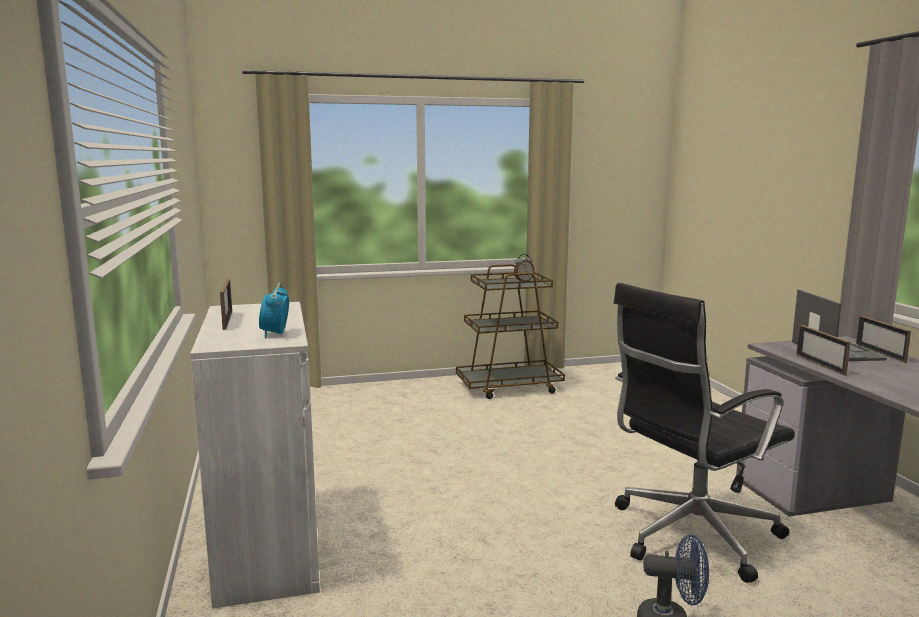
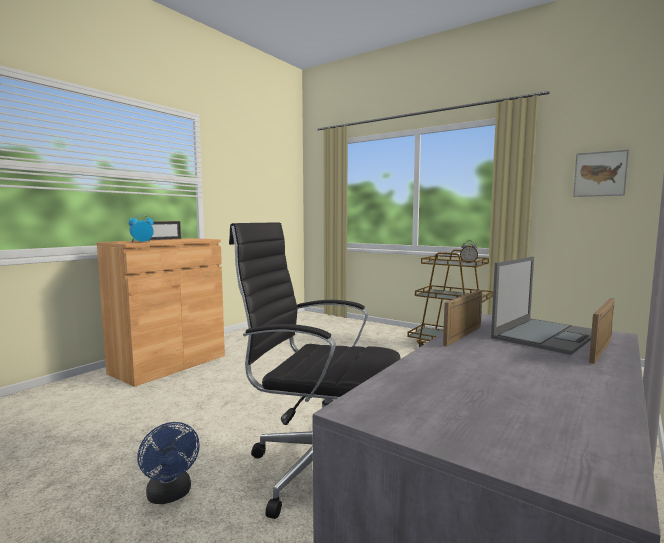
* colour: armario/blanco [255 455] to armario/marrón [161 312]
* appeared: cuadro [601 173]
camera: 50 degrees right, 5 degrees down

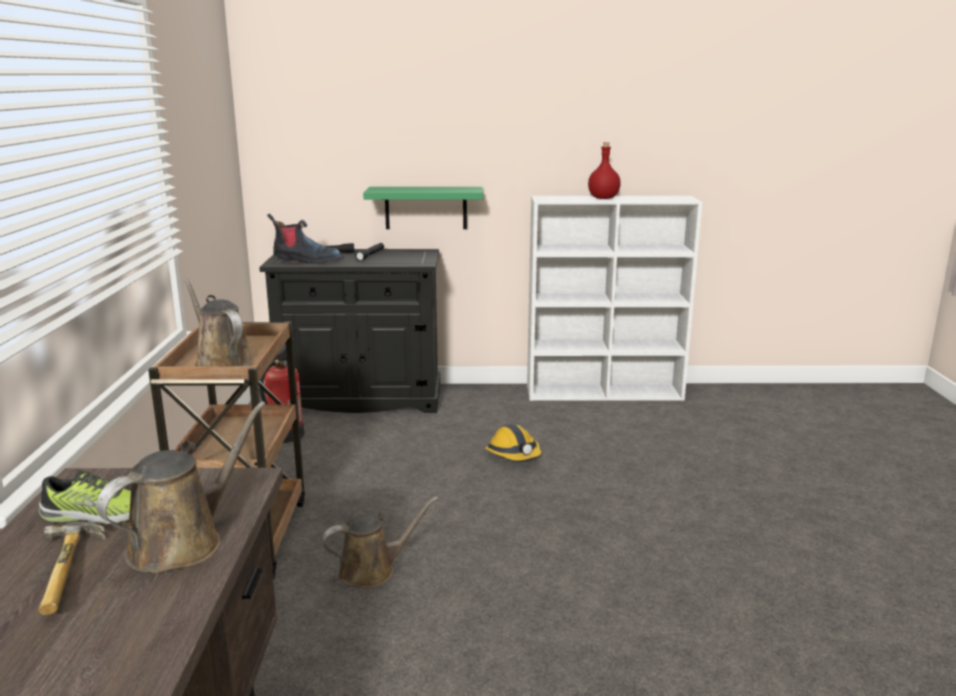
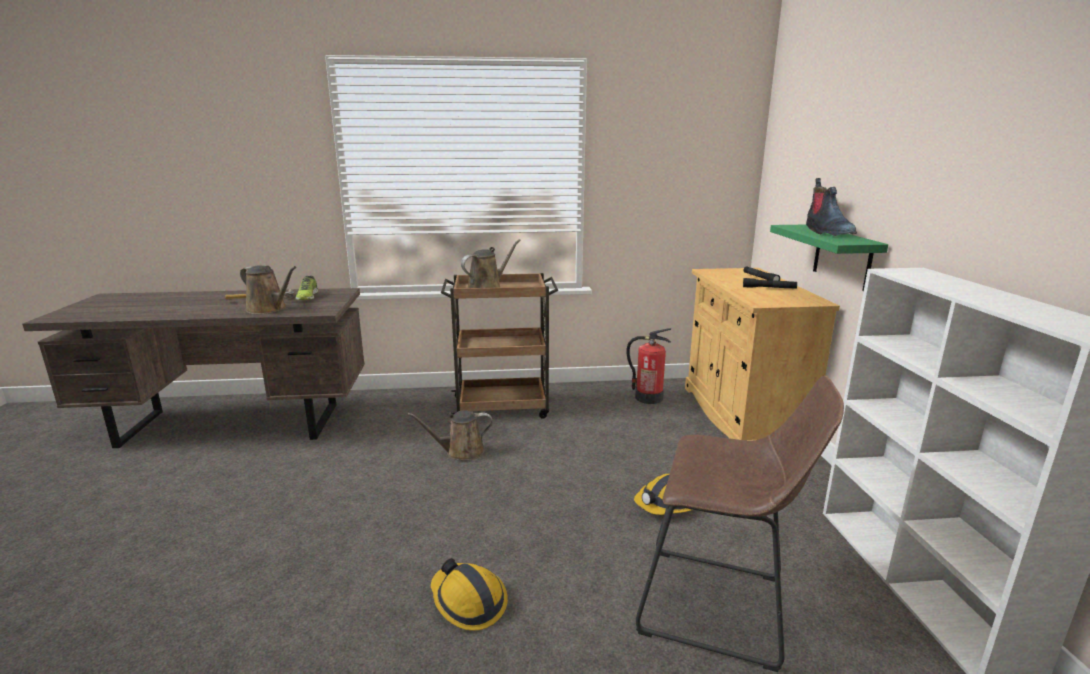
* missing: botella/rojo [604 170]
* relocated: bota [304 239] to [831 207]
* colour: armario/negro [349 331] to armario/beis [762 354]
* spun: regadera/marrón [380 542] = [450 435] 105 degrees clockwise
* appeared: taburete/marrón [740 524]
* appeared: casco [469 594]
camera: 85 degrees right, 0 degrees up

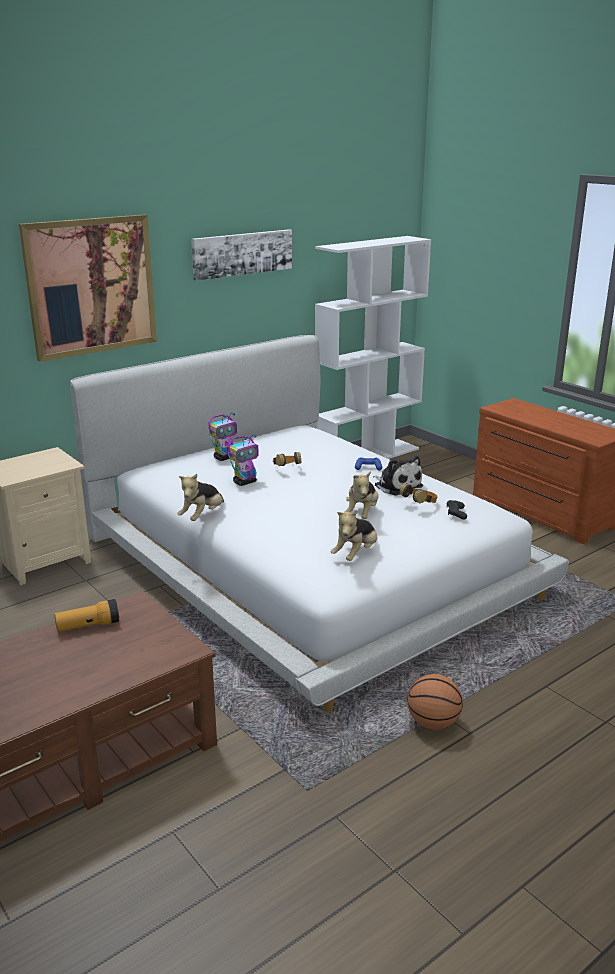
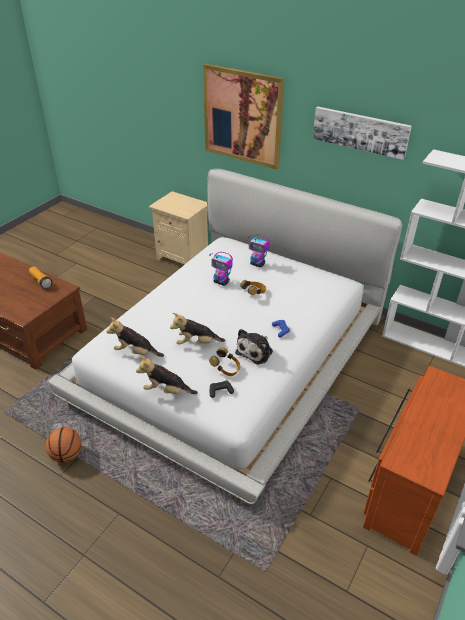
* relocated: peluche [200 497] to [167 375]
camera: 70 degrees right, 15 degrees up

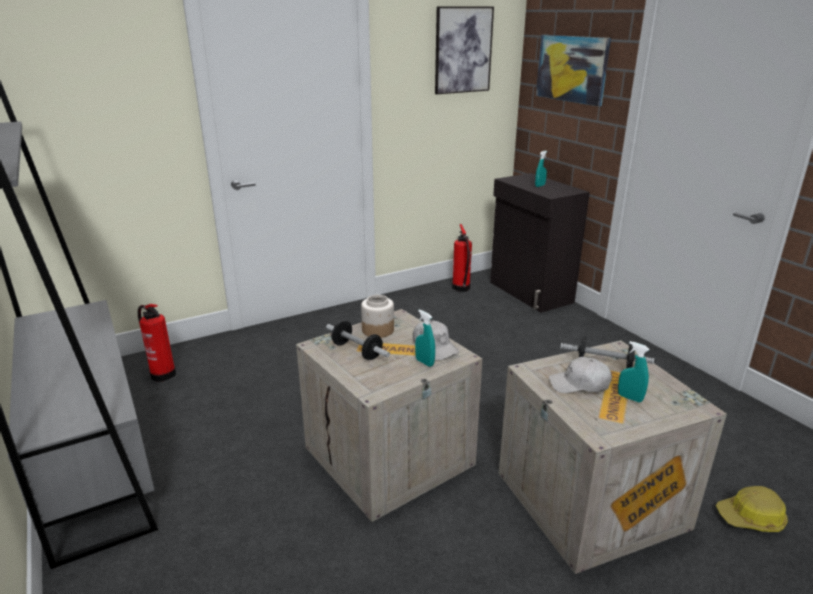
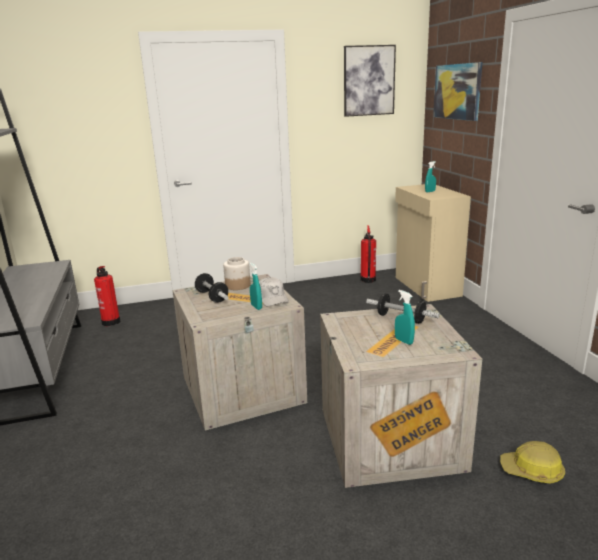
* colour: armario/negro [540 243] to armario/beis [433 243]
* missing: gorra/blanco [580 375]
camera: 15 degrees right, 5 degrees down

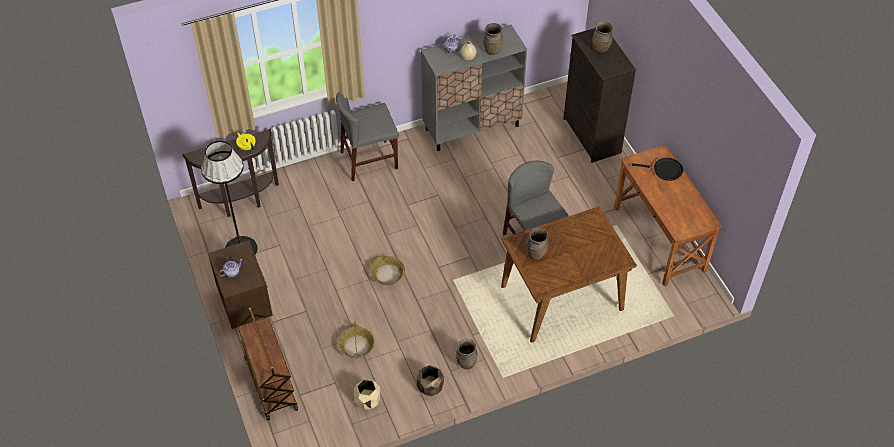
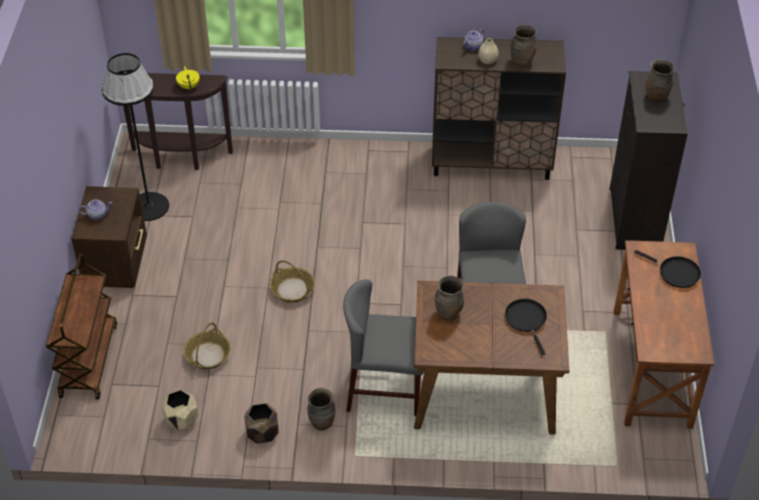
* colour: armario/gris [474 88] to armario/marrón [499 108]
* relocated: silla/gris [367 136] to [383 347]
* appeared: sartén/negro [526 327]
camera: 25 degrees right, 5 degrees down

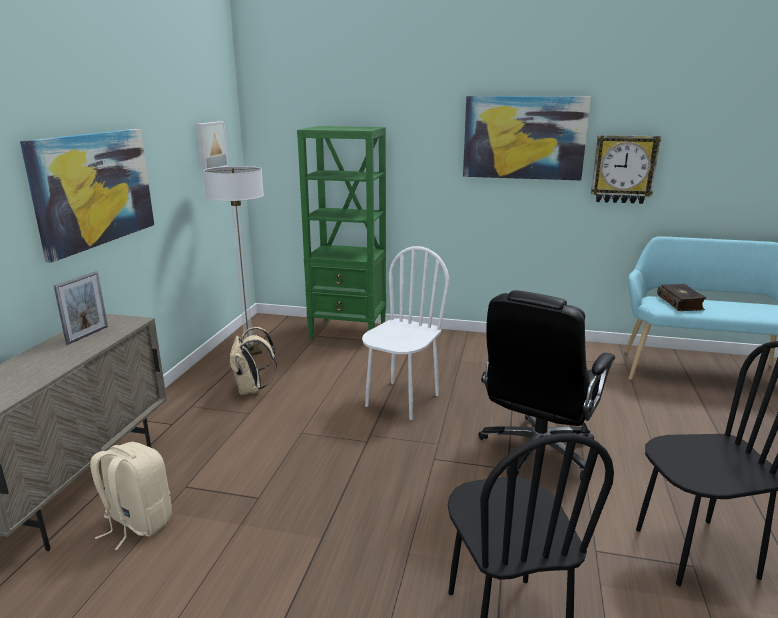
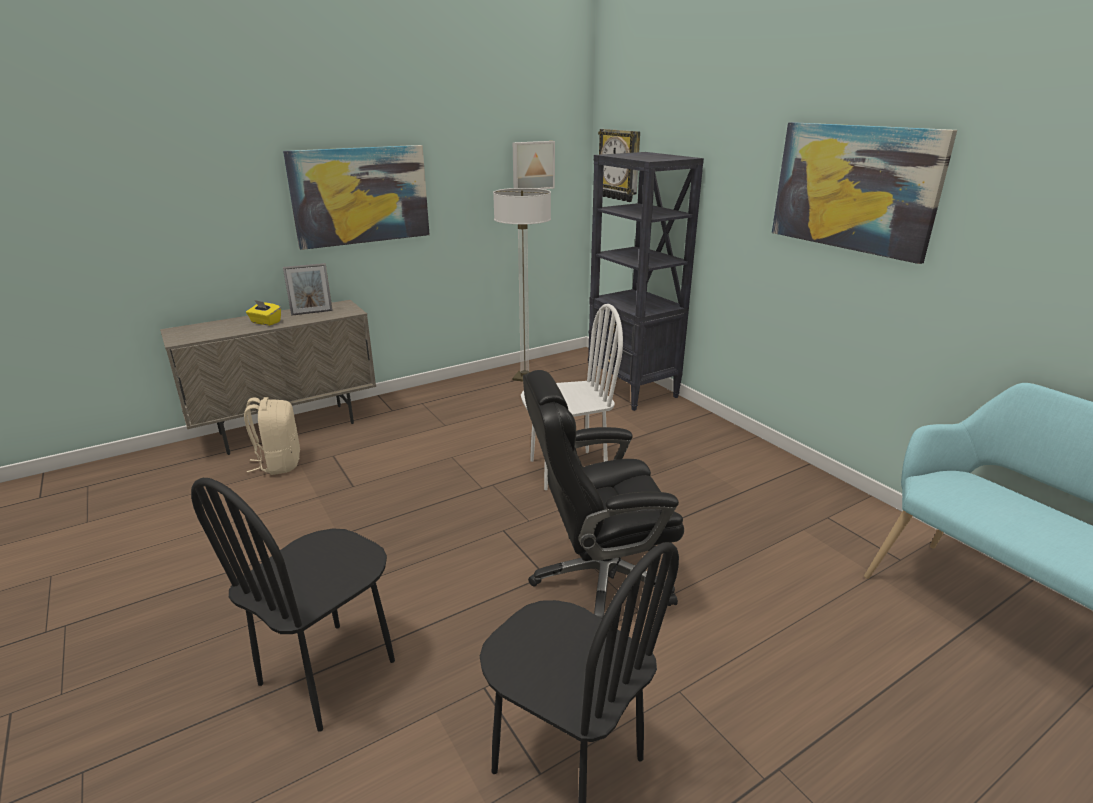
* colour: estantería/verde [341 232] to estantería/negro [646 281]
* relocated: reloj de pared [626 169] to [619 165]
* missing: libro [682 297]
* missing: mochila/beis [253 361]
* appeared: caja de pañuelos/amarillo [263 313]
camera: 45 degrees right, 5 degrees up

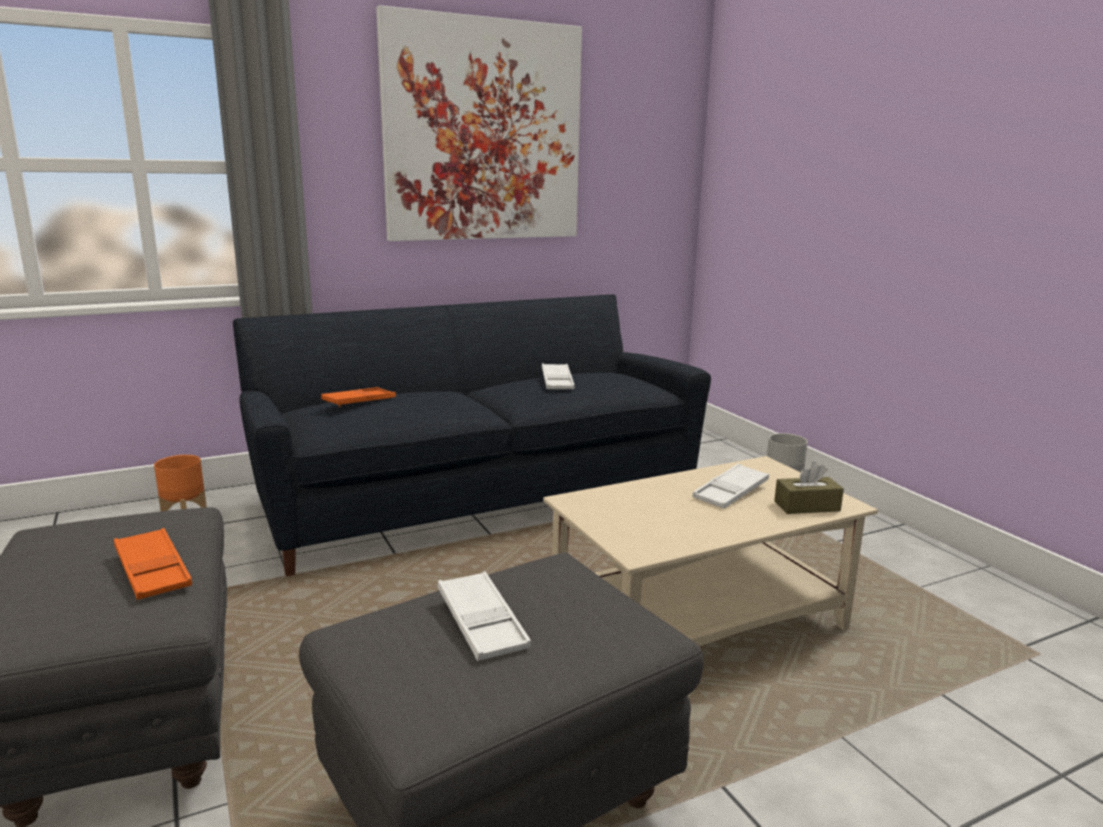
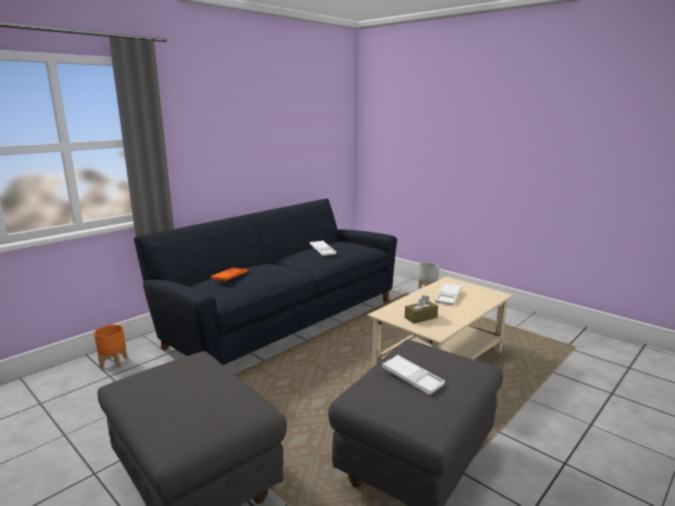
* missing: cuadro [479 123]
* relocated: caja de pañuelos/marrón [809 488] to [421 309]
* missing: bandeja/naranja [153 564]
camera: 20 degrees left, 0 degrees up

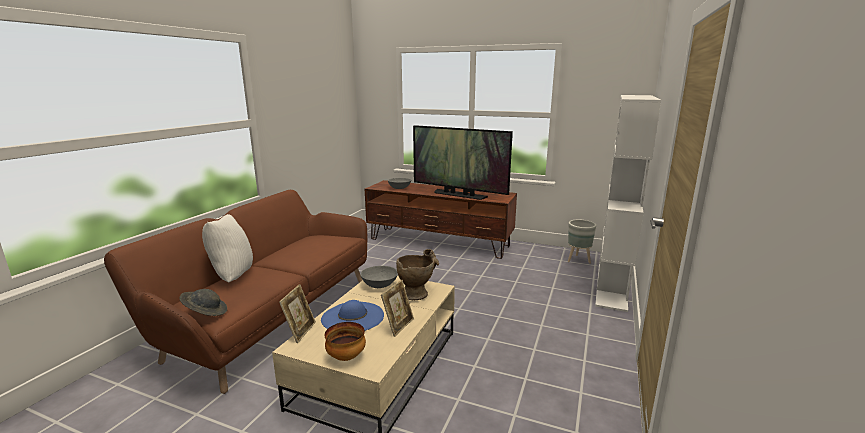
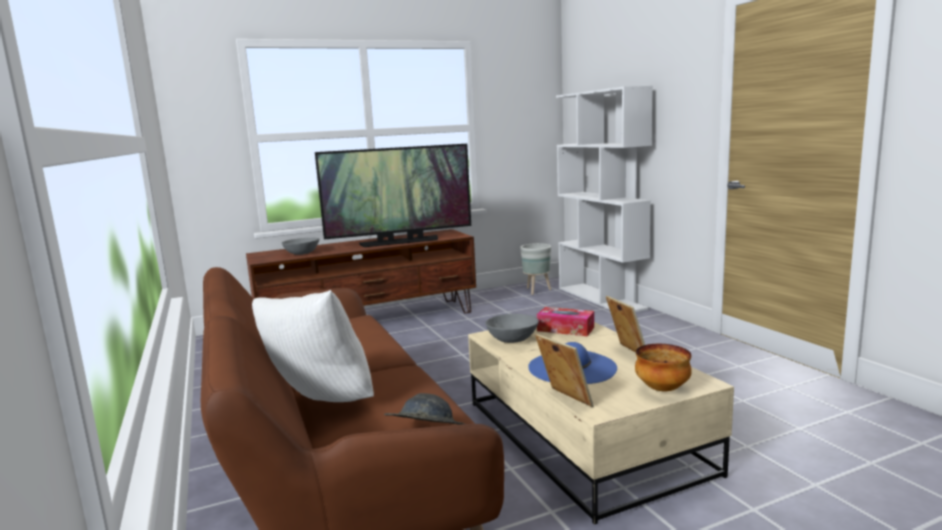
* exchanged: florero/beis [417 274] to caja de pañuelos [565 321]
camera: 45 degrees left, 5 degrees down

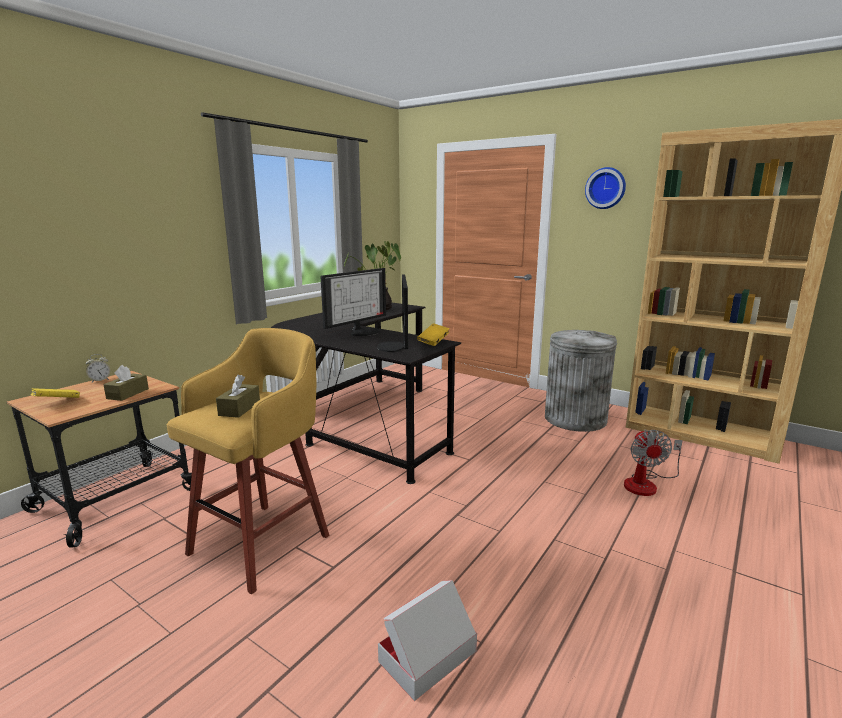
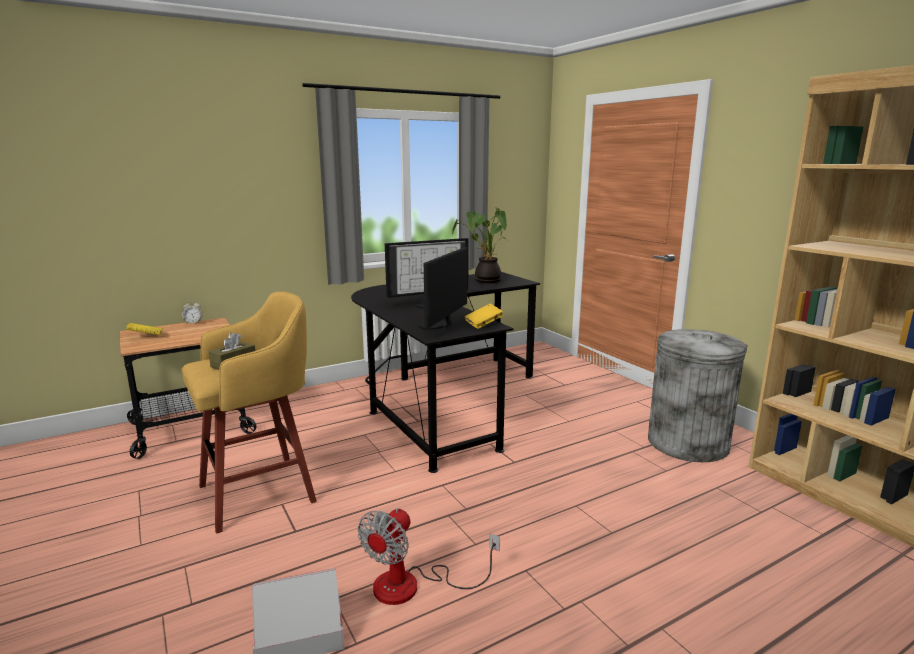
* missing: reloj de pared [605 188]
* missing: caja de pañuelos/marrón [126 383]
* relocated: ventilador [653 462] to [429 556]
camera: 25 degrees right, 0 degrees up

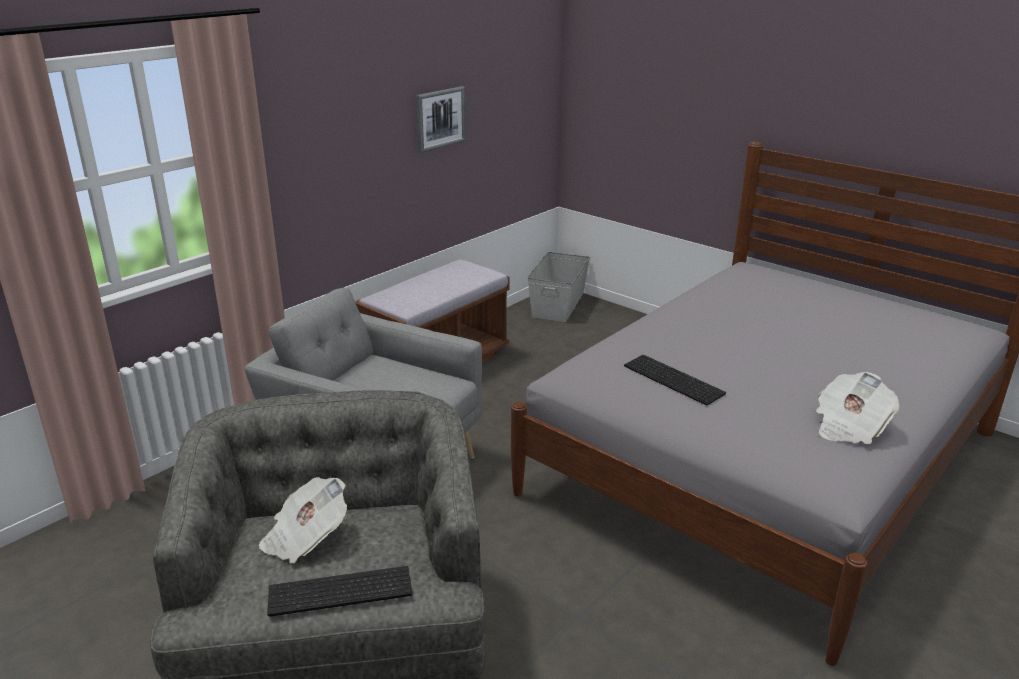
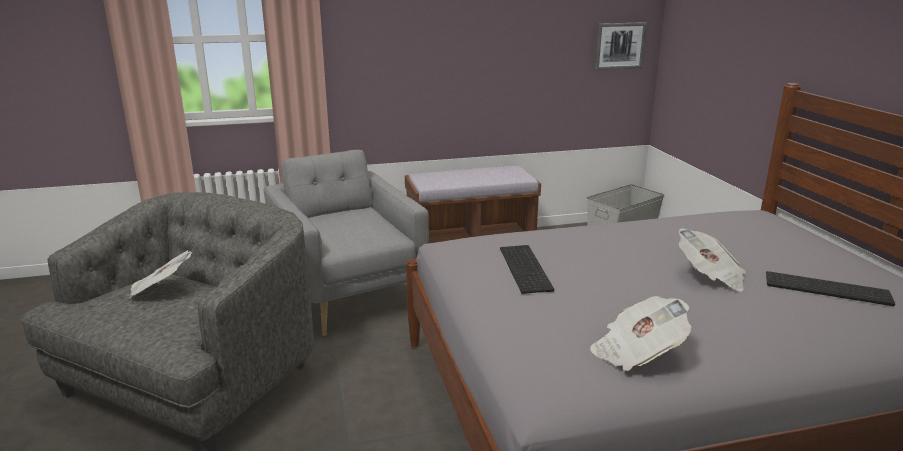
* relocated: cuadro [441 119] to [620 46]
* relocated: teclado [339 591] to [830 288]
* appeared: periódico [712 260]
camera: 35 degrees right, 5 degrees down

